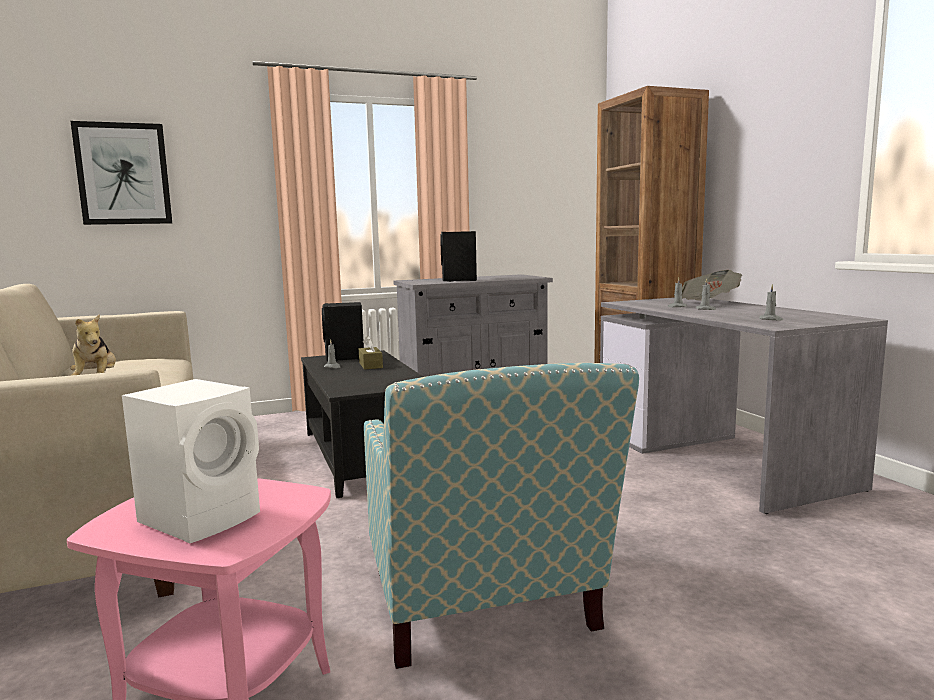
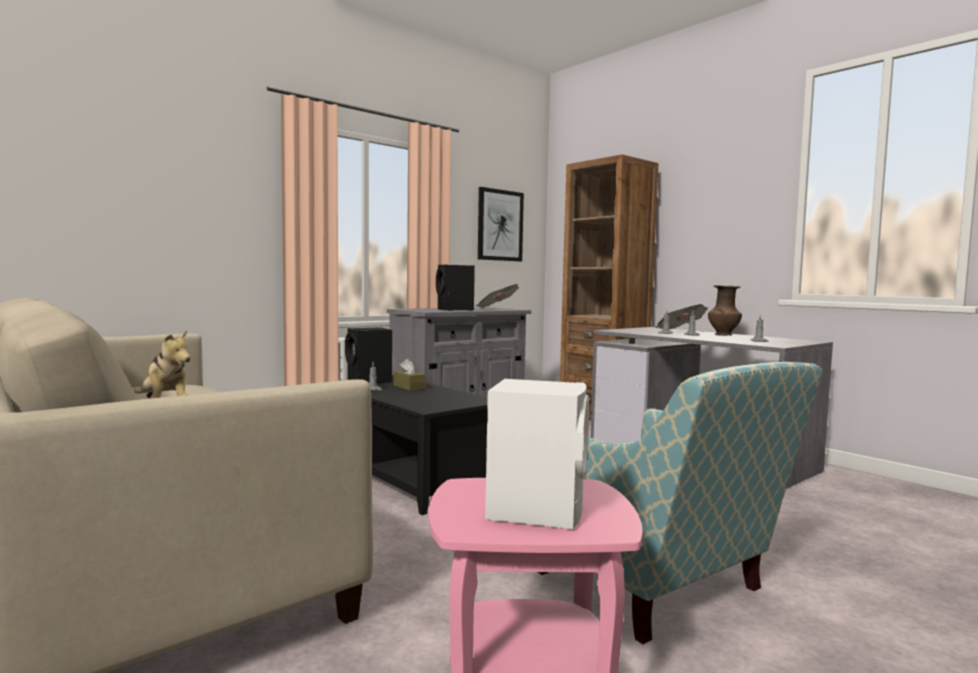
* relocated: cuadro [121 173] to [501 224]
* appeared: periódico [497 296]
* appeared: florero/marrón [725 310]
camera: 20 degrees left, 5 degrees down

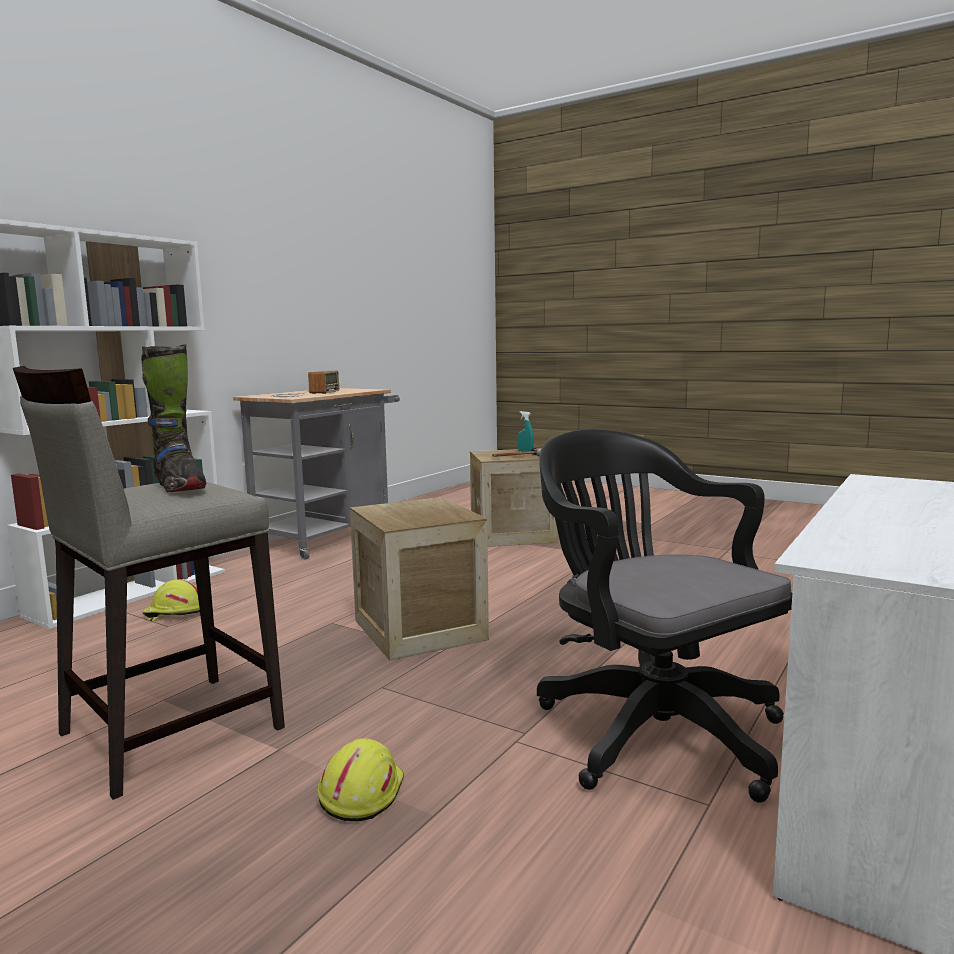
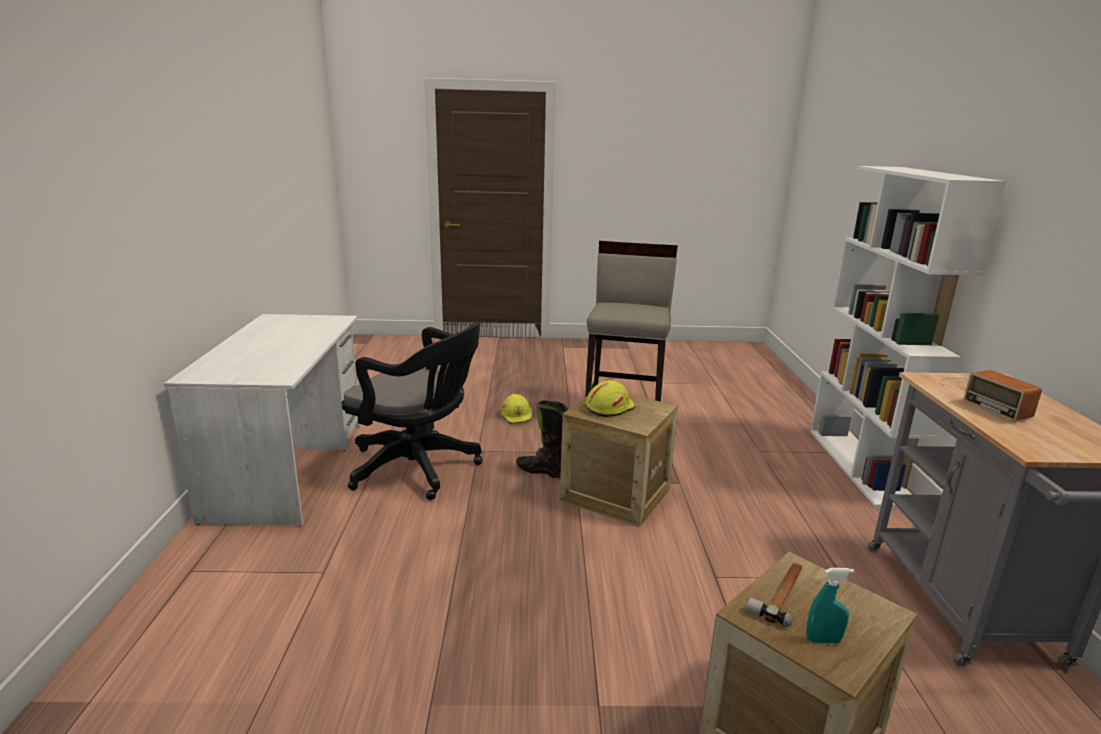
* relocated: bota/negro [173 418] to [542 439]
* relocated: casco/amarillo [171 600] to [610 398]
camera: 145 degrees right, 10 degrees up

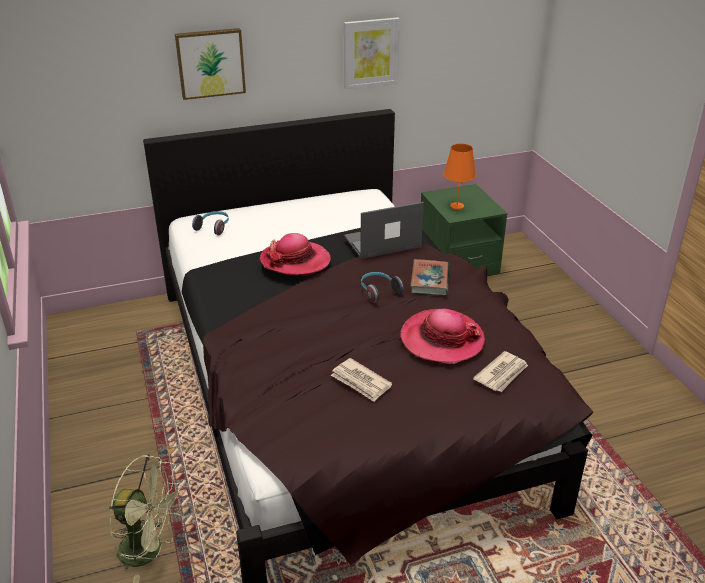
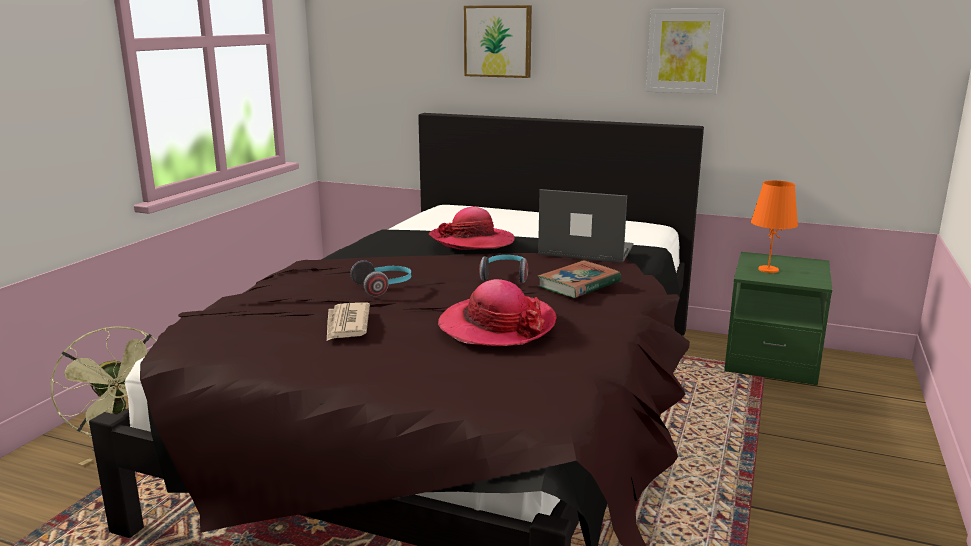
* relocated: auriculares [210 223] to [381 278]
* missing: periódico [500 371]
camera: 40 degrees right, 15 degrees down

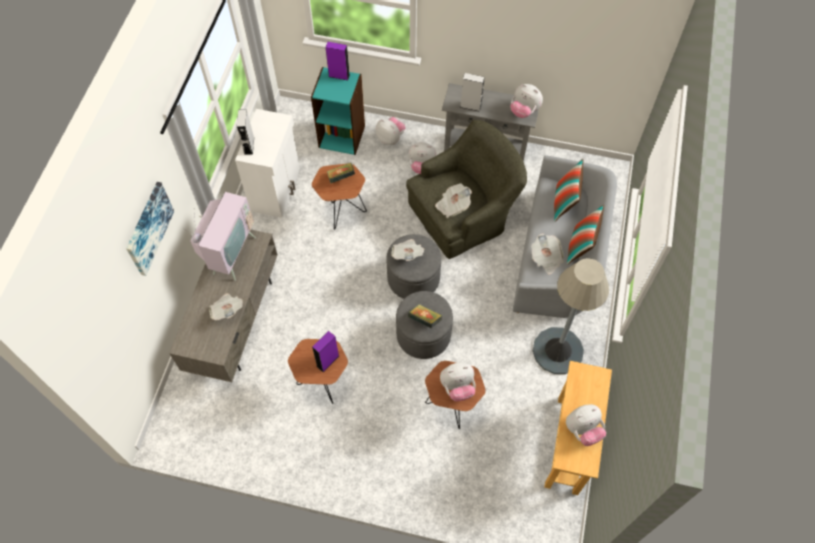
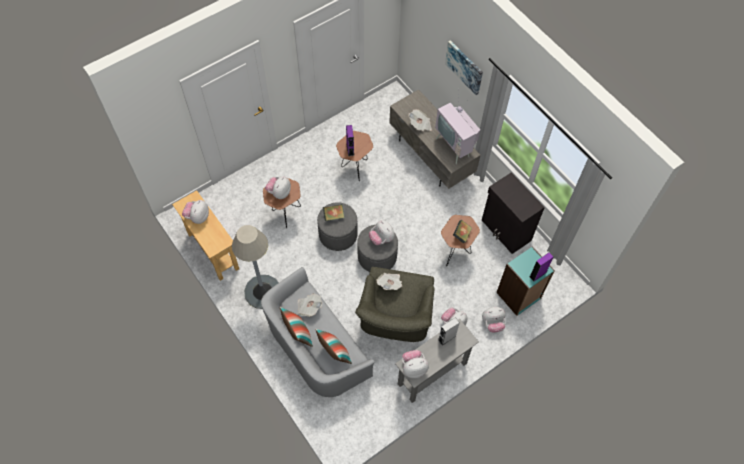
* colour: armario/blanco [267 163] to armario/negro [513 213]
* missing: altavoz/gris [245 132]
* exchanged: periódico [408 250] to peluche [382 232]
camera: 130 degrees right, 0 degrees up

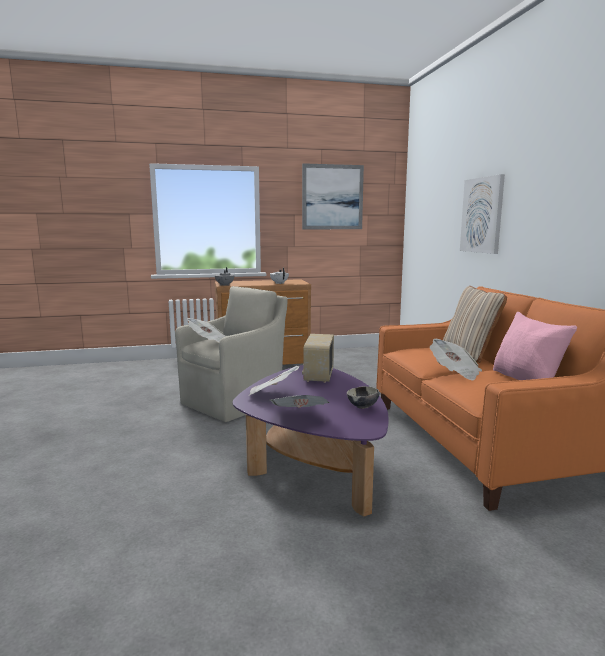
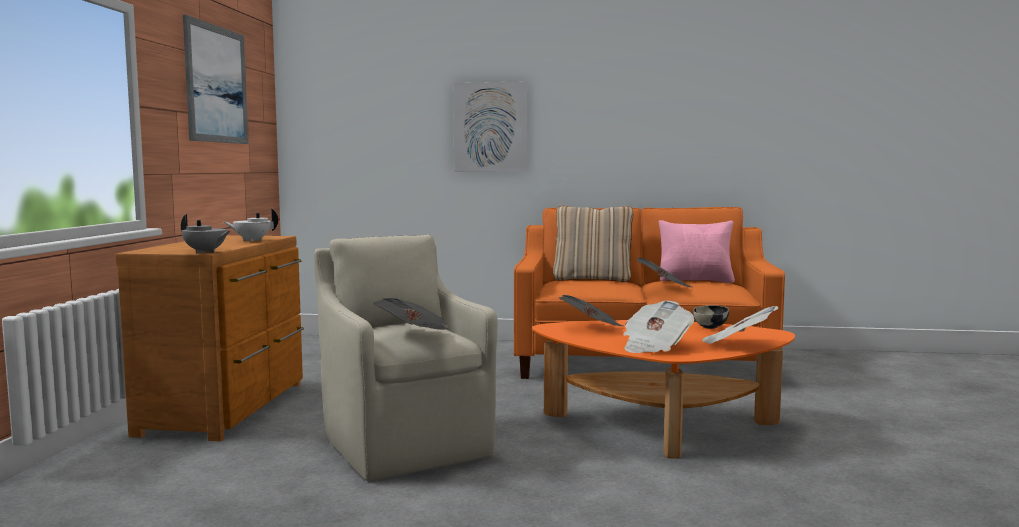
* exchanged: radio [318 358] to periódico [591 310]
* colour: mesa de centro/morado [310 441] to mesa de centro/naranja [663 389]
camera: 70 degrees left, 5 degrees down

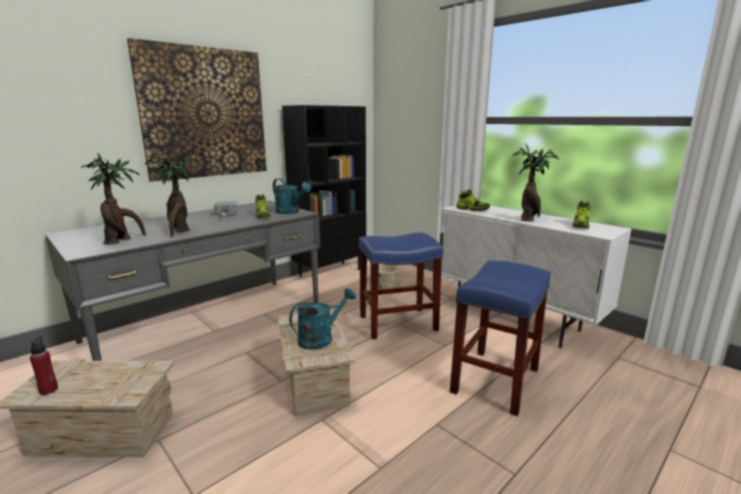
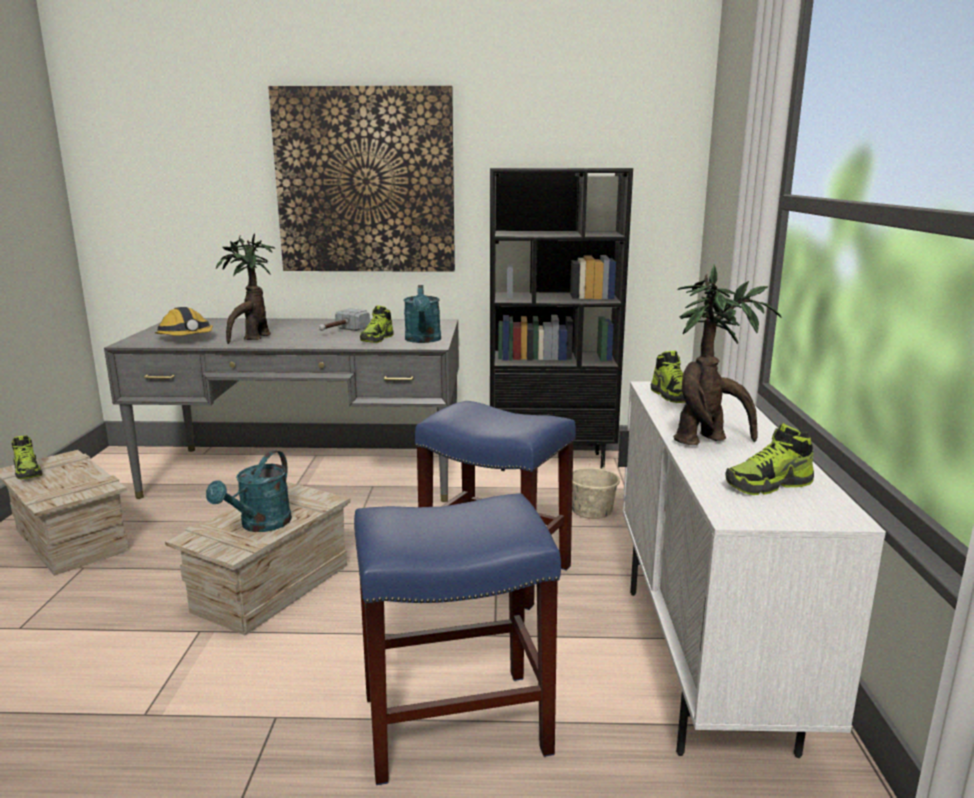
* exchanged: planta en maceta [113 198] to casco [184 321]
* spun: regadera/turquesa [322 319] = [249 491] 105 degrees clockwise
* exchanged: botella/rojo [44 365] to zapato [27 457]
camera: 45 degrees right, 0 degrees up

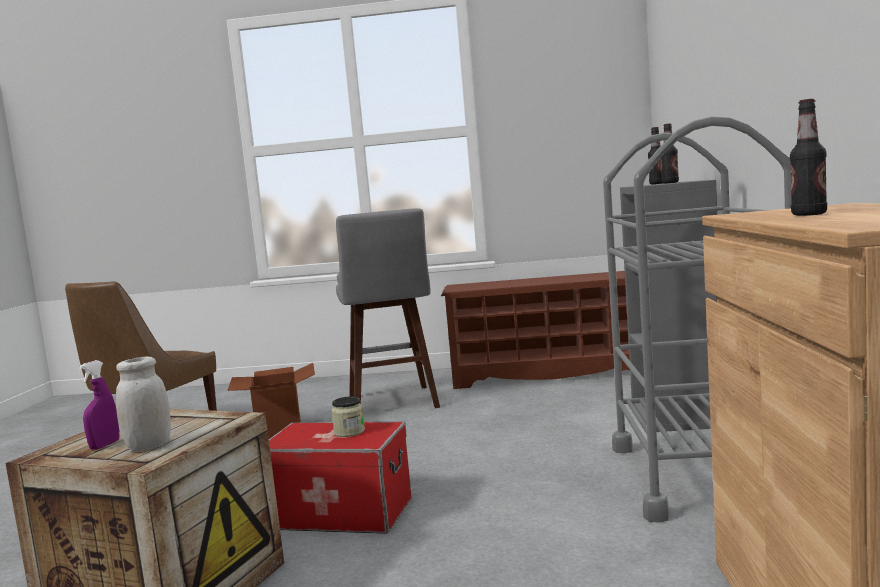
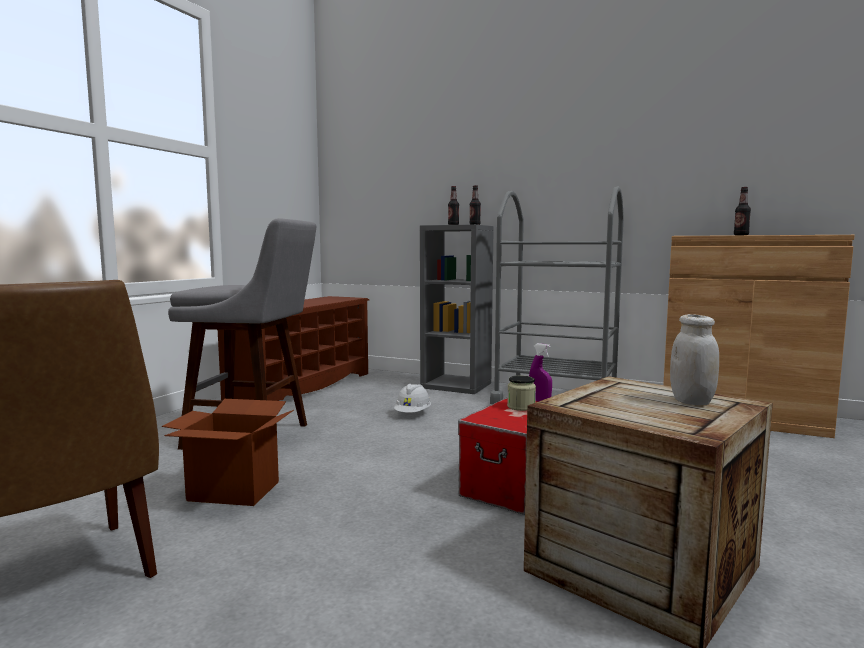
* relocated: pulverizador/morado [99 405] to [540 372]
* appeared: casco/blanco [412 398]
camera: 70 degrees left, 0 degrees up

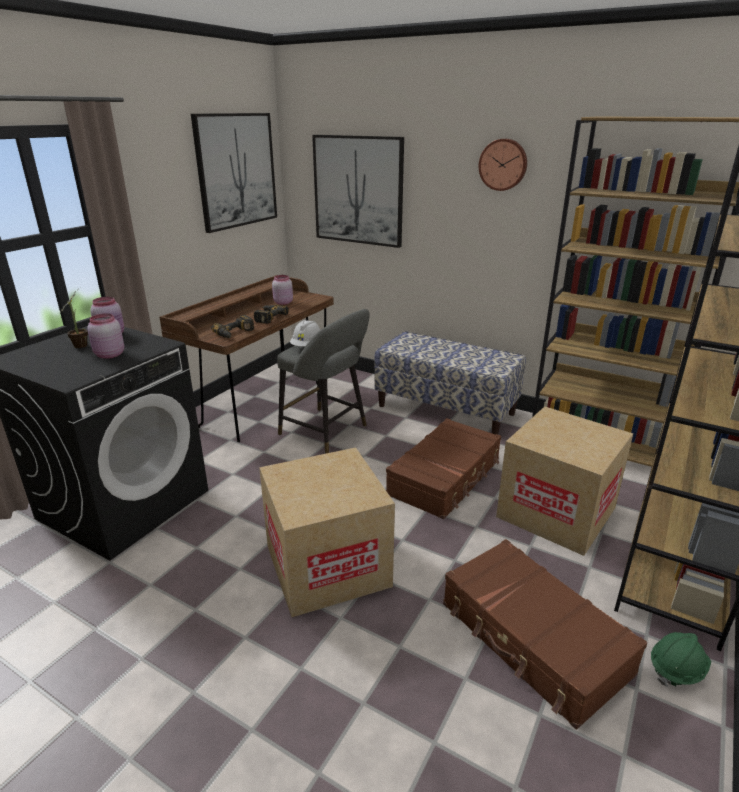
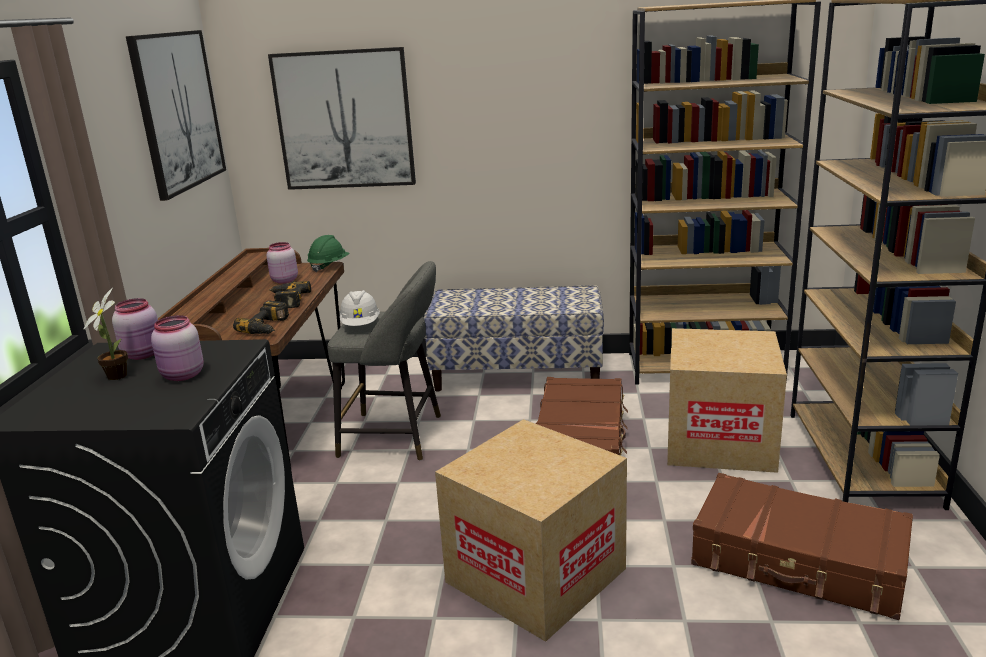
* missing: reloj de pared [503 165]
* relocated: casco/verde [681 659] to [328 254]
camera: 25 degrees left, 5 degrees down

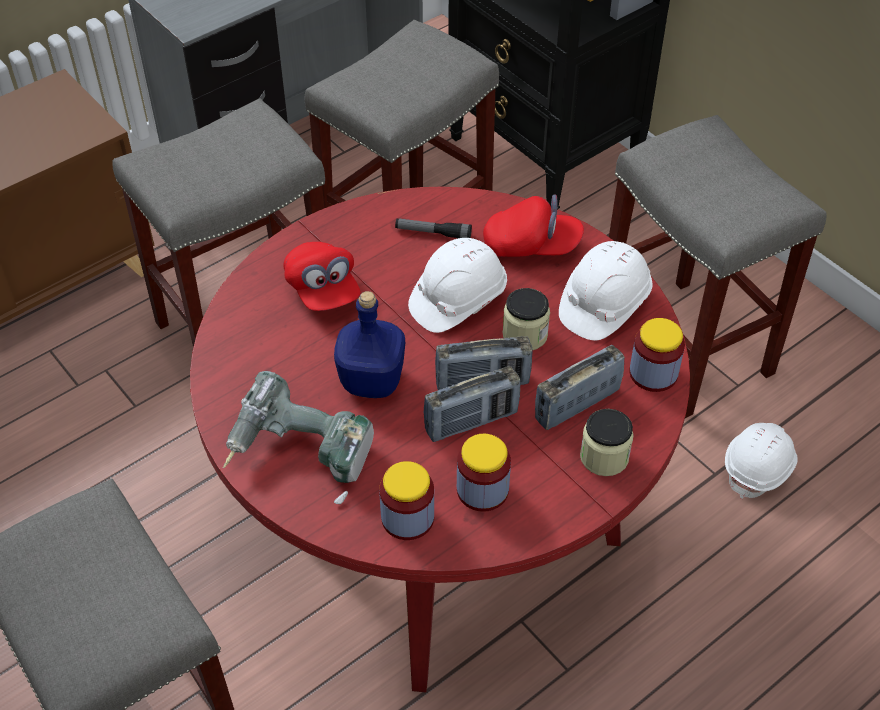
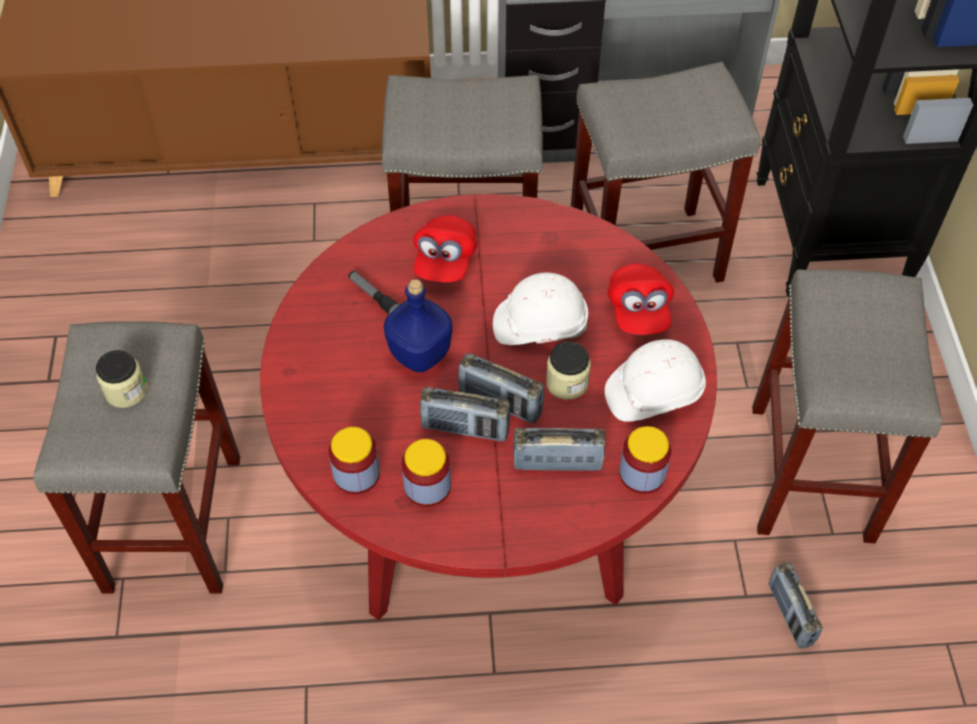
* spun: gorra/rojo [533 225] = [640 299] 45 degrees clockwise
* relocated: linterna [433 228] to [374 293]
* missing: taladro [298 437]
* relocated: tarro [607 442] to [121 379]
* exchanged: casco/blanco [761 461] to radio [795 605]
camera: 35 degrees right, 5 degrees up

